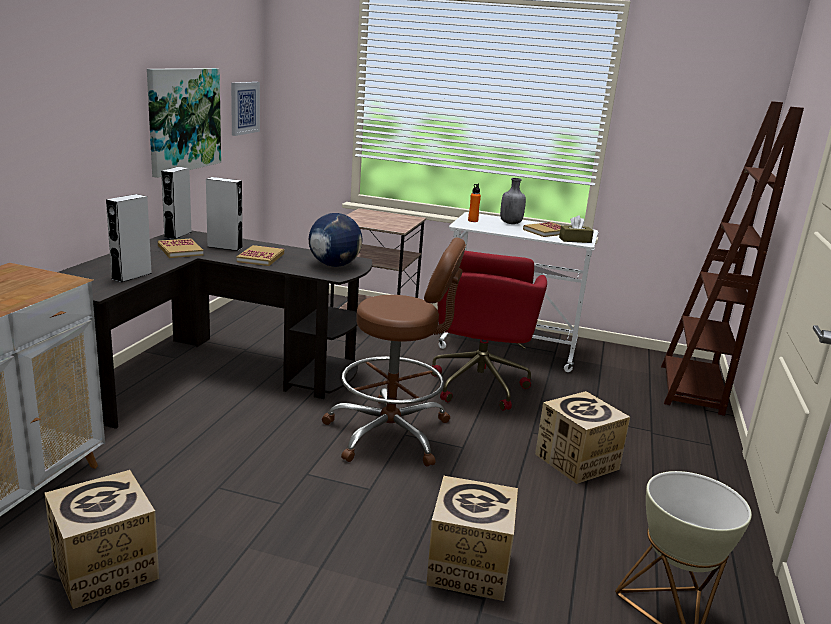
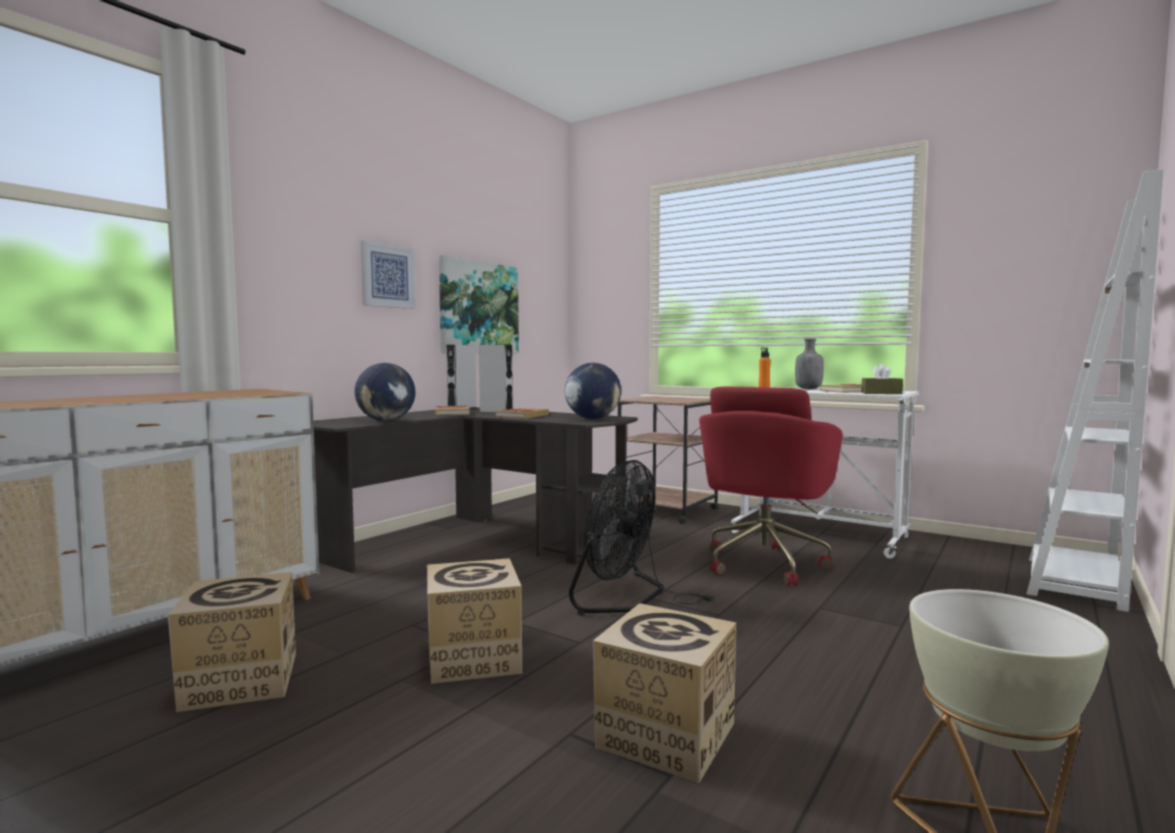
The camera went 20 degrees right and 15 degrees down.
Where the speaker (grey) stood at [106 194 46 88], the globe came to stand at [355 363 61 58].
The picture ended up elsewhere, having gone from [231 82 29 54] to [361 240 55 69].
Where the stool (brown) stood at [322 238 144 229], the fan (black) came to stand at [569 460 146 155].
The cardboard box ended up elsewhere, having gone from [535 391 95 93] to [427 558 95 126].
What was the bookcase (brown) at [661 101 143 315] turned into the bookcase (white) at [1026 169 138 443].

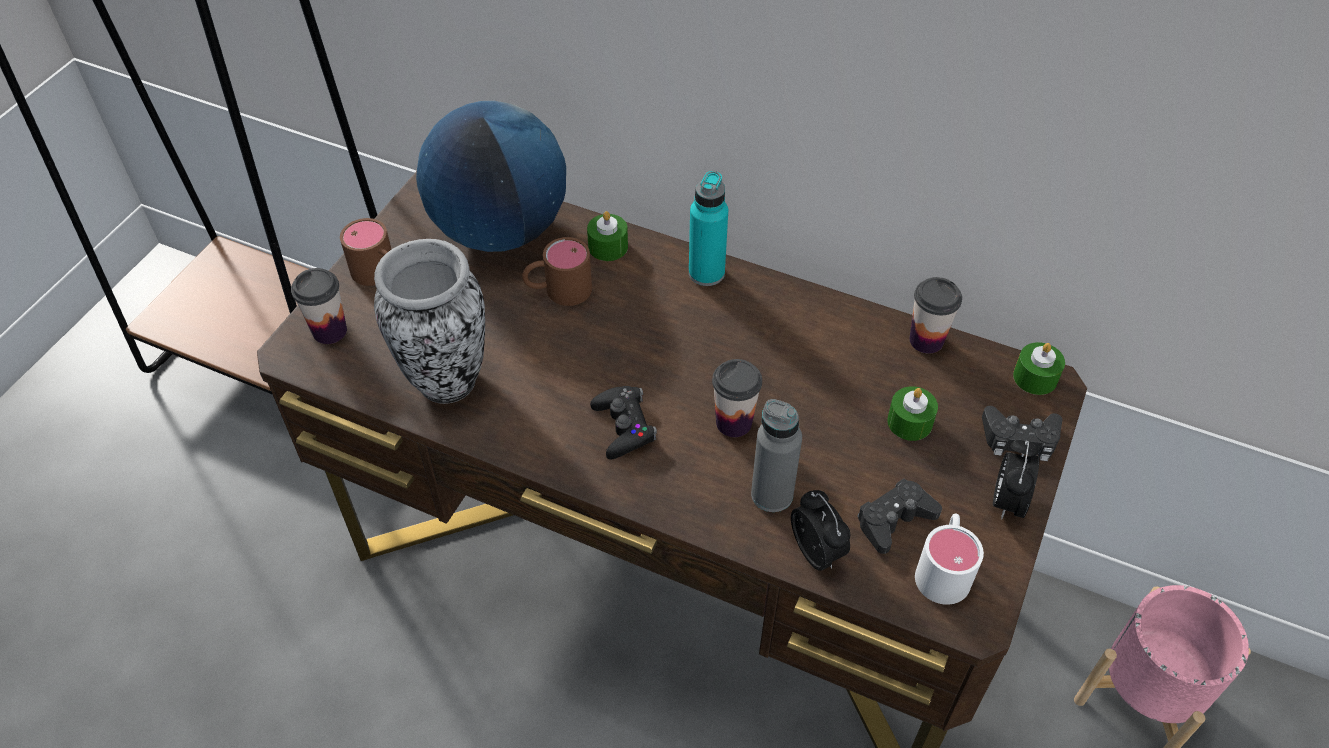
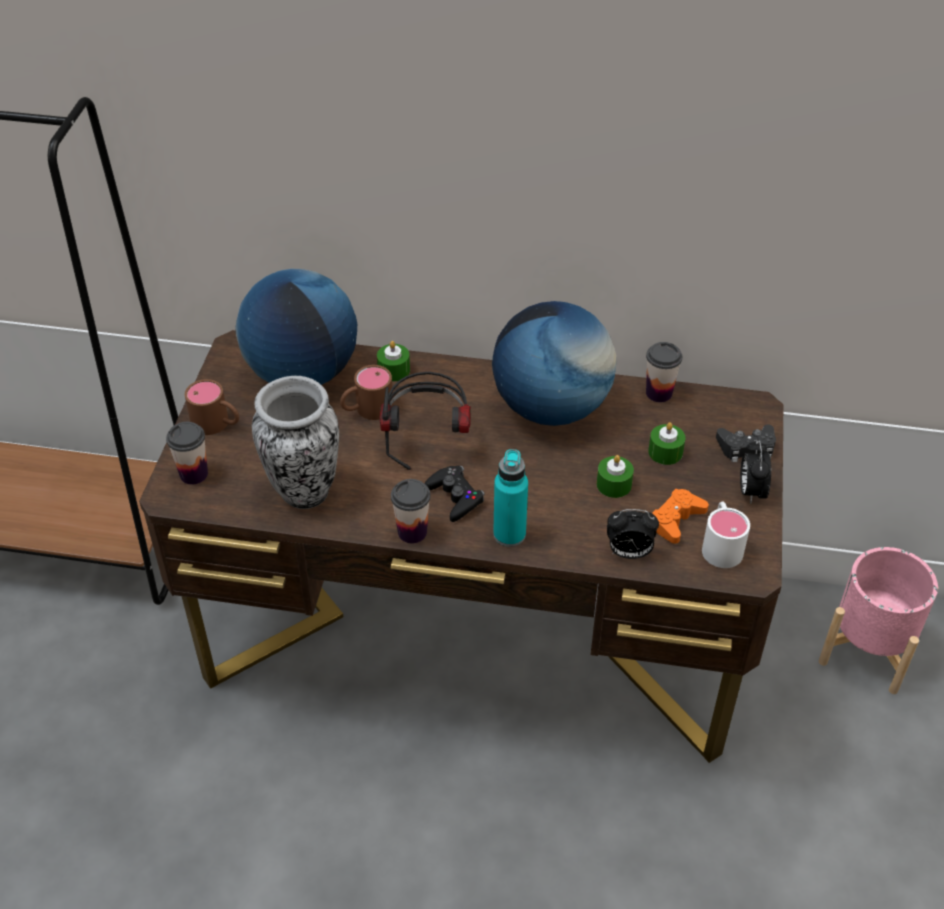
The camera went 15 degrees left and 5 degrees down.
The bottle (turquoise) ended up elsewhere, having gone from [689 171 39 115] to [493 449 35 98].
The cup ended up elsewhere, having gone from [712 359 50 78] to [391 479 40 64].
The second view lost the bottle (grey) at [751 399 51 113].
The alarm clock at [791 490 59 81] ended up facing another way, 135 degrees clockwise from before.
What was the game controller (black) at [857 479 85 75] turned into the game controller (orange) at [652 489 57 55].
The candle (green) ended up elsewhere, having gone from [1013 342 52 53] to [597 455 37 43].
The second view gained the headphones at [380 372 91 98].
The second view gained the globe at [492 301 124 125].

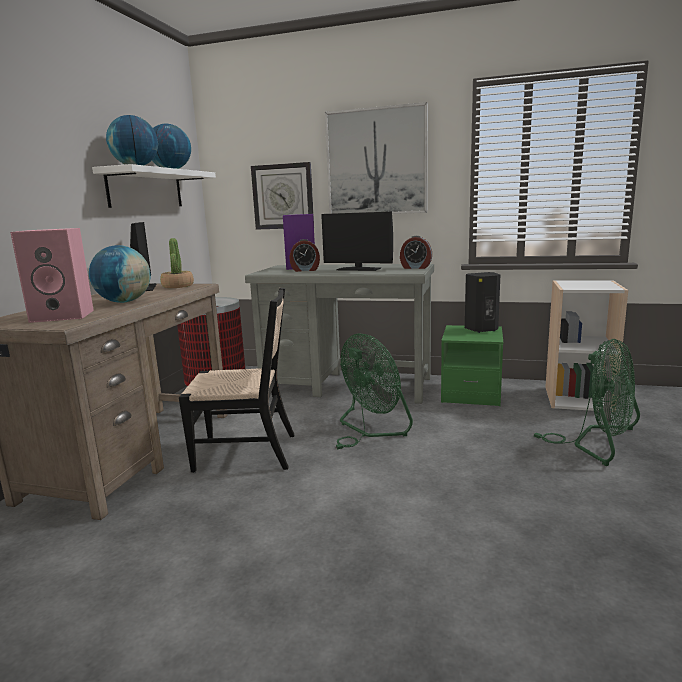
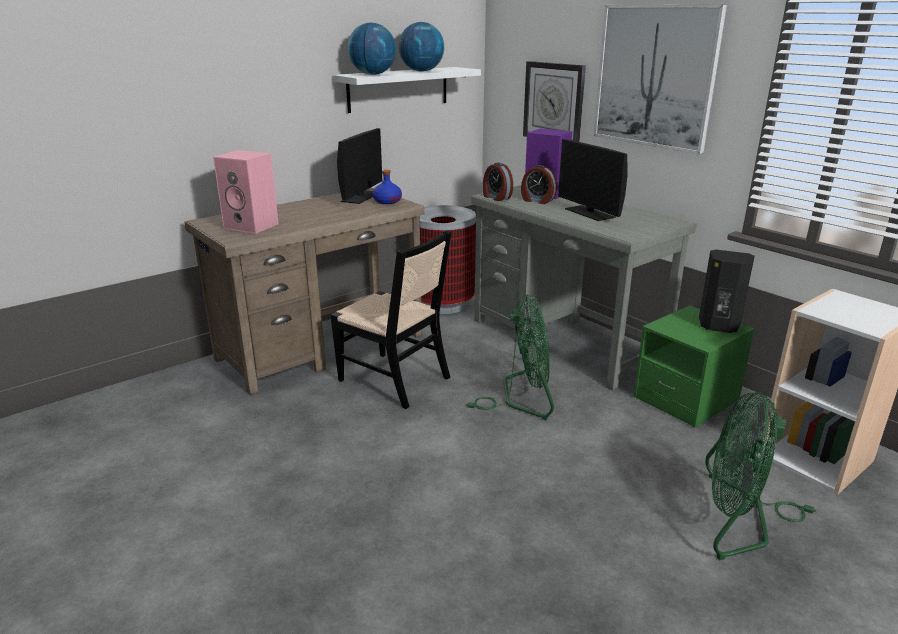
The camera went 35 degrees right and 10 degrees up.
The second view lost the globe at [89 245 62 58].
Where the potted plant stood at [160 238 34 50], the bottle (blue) came to stand at [373 170 29 34].
The alarm clock ended up elsewhere, having gone from [400 236 32 33] to [483 162 30 39].
The fan (green) at [533 339 107 127] ended up facing another way, 120 degrees clockwise from before.

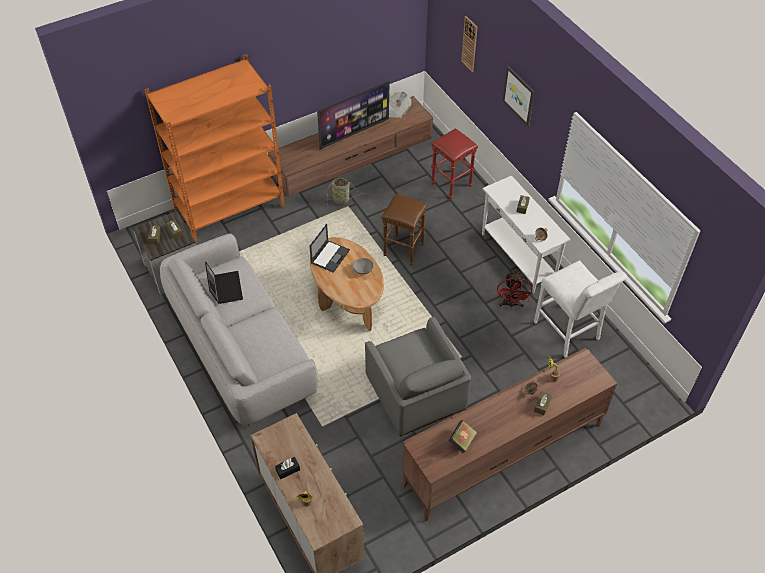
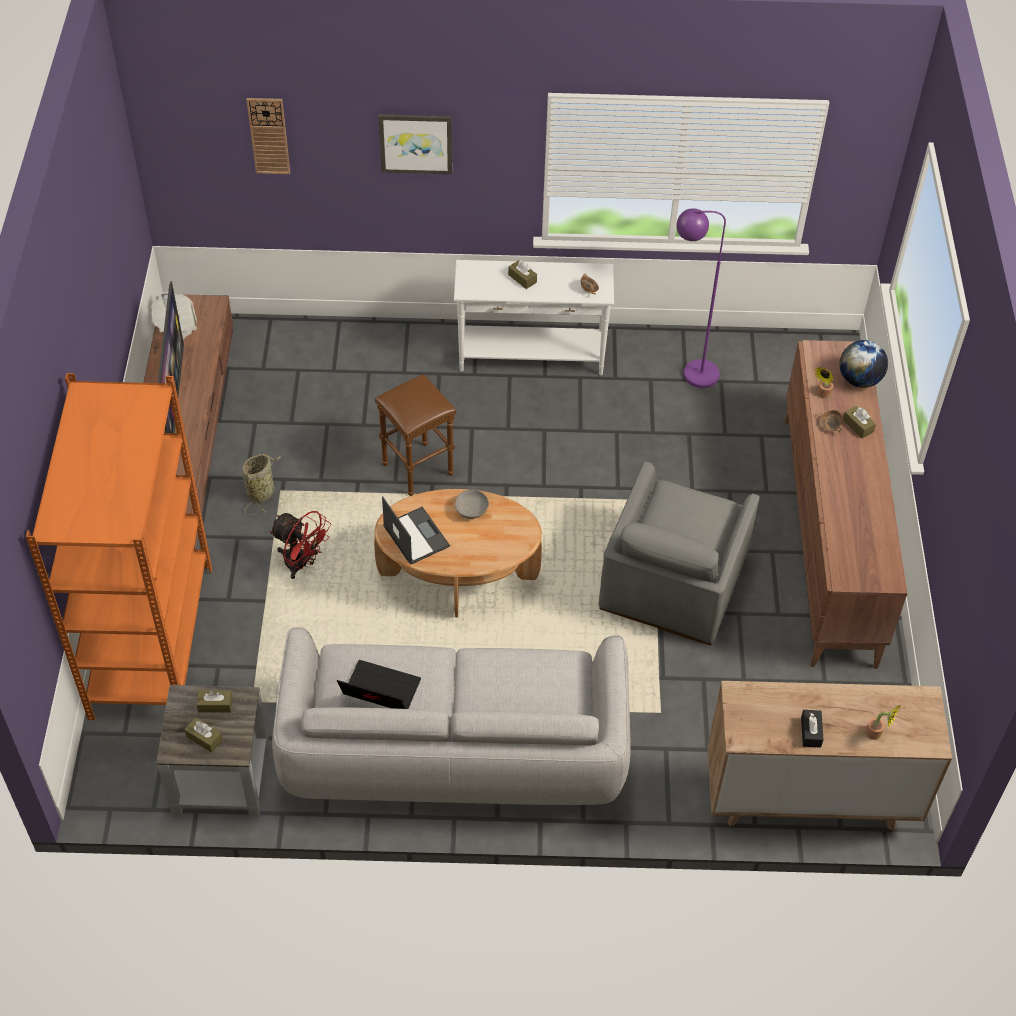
The camera went 60 degrees left and 0 degrees up.
The armchair (grey) at [365 317 106 120] ended up facing another way, 105 degrees clockwise from before.
The second view lost the stool (red) at [431 128 47 71].
The second view lost the book at [449 420 28 33].
The fan (red) ended up elsewhere, having gone from [497 270 36 38] to [269 511 62 68].
Where the stool (white) stood at [534 260 93 98], the floor lamp (purple) came to stand at [676 208 50 180].
The second view gained the globe at [840 340 48 48].

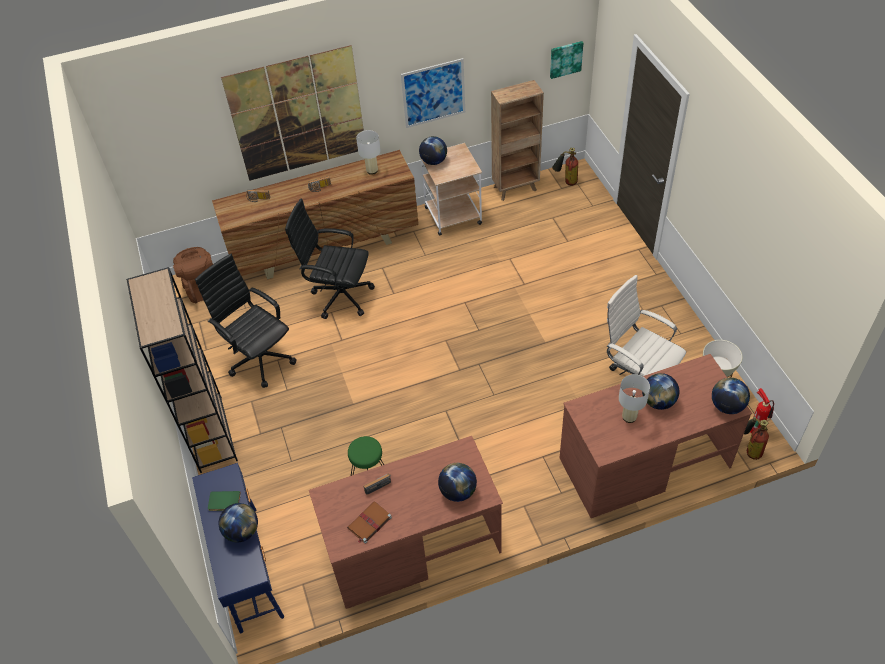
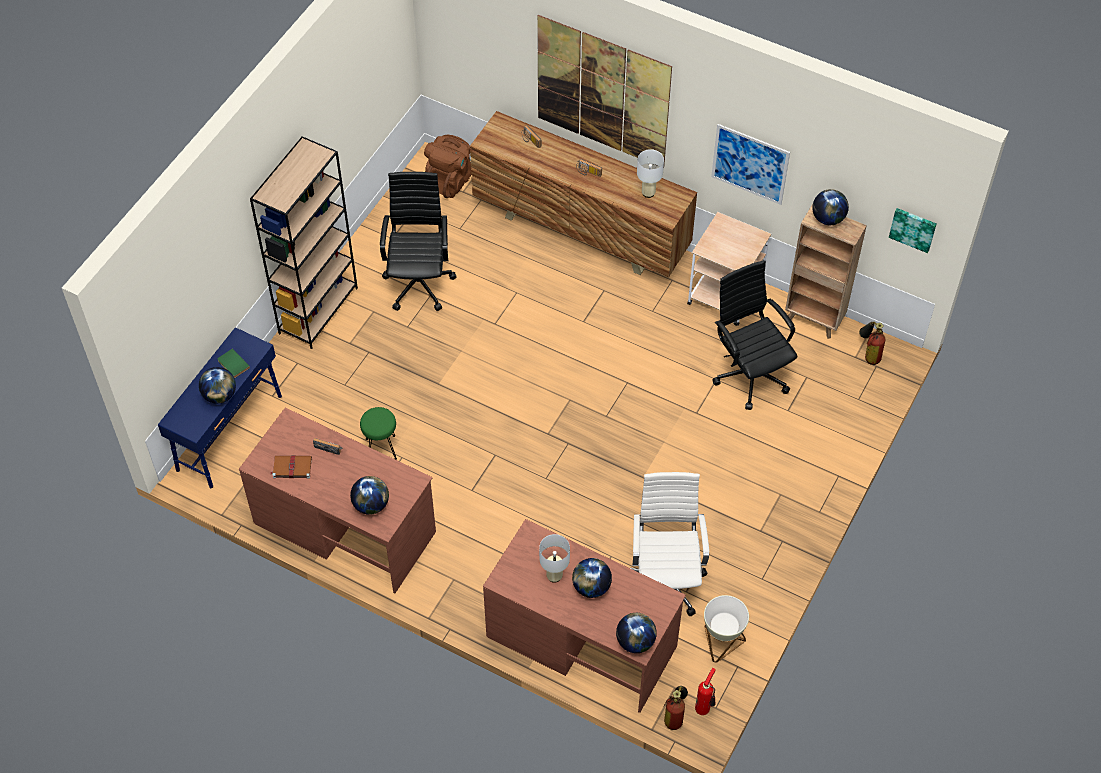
The camera went 45 degrees right and 5 degrees up.
The office chair (black) ended up elsewhere, having gone from [285 199 90 120] to [713 260 84 150].
The globe ended up elsewhere, having gone from [419 136 28 29] to [812 189 37 36].

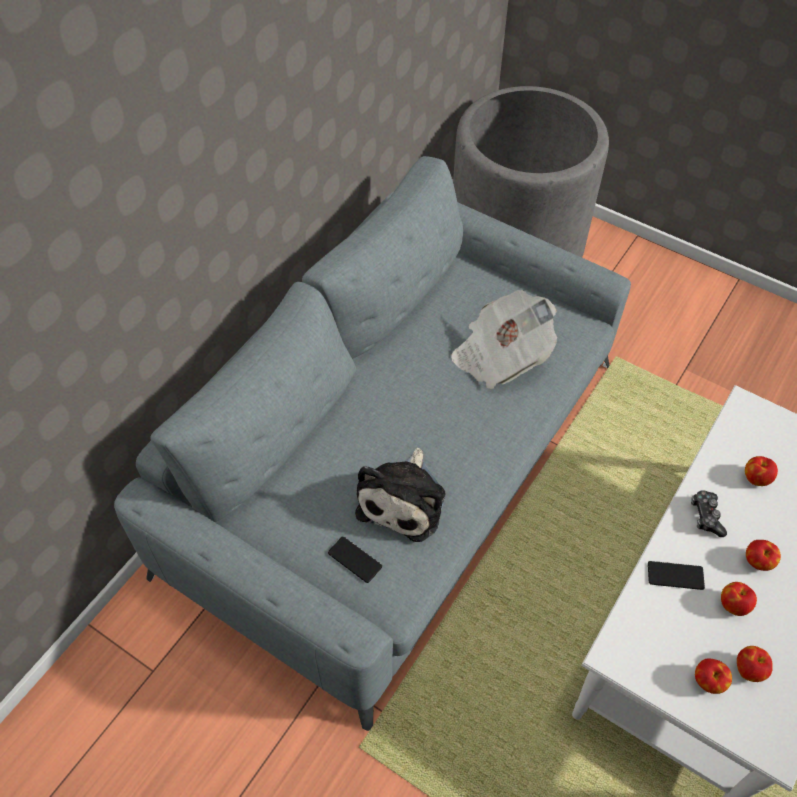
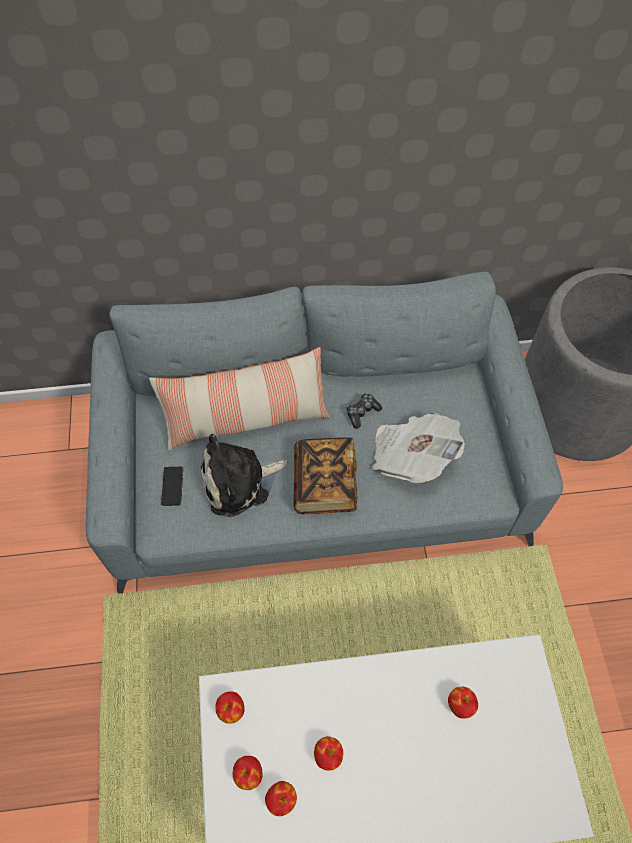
The camera went 50 degrees right and 5 degrees up.
The second view lost the phone at [648 561 57 29].
The game controller ended up elsewhere, having gone from [691 490 36 47] to [346 393 36 36].
The apple ended up elsewhere, having gone from [746 540 35 31] to [215 691 30 33].
The second view gained the pillow at [149 347 181 104].
The second view gained the book at [293 437 65 78].

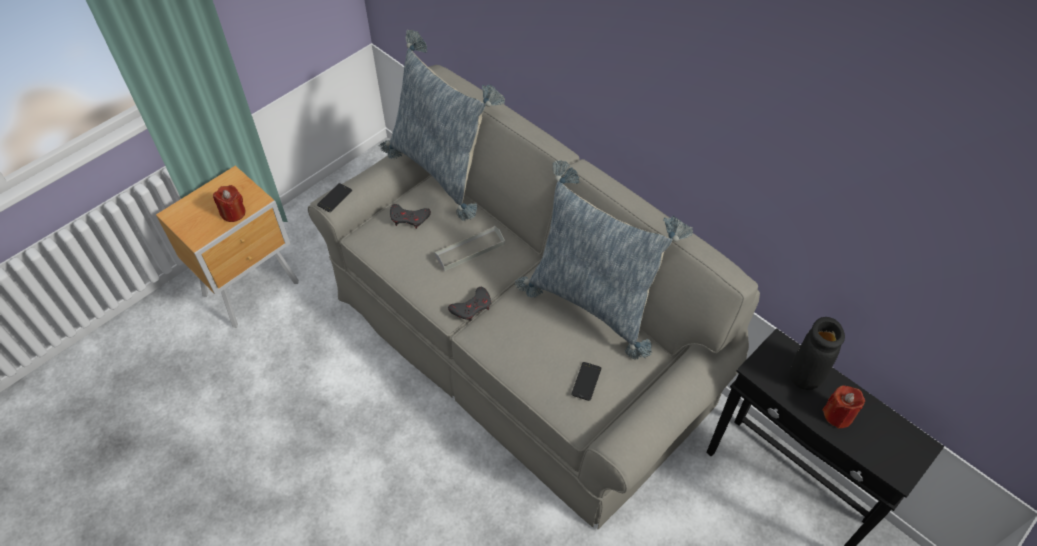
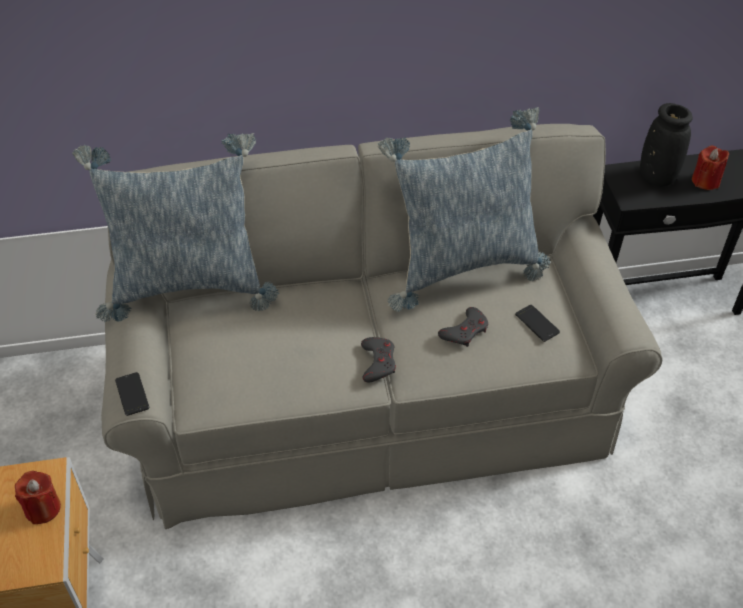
The camera went 55 degrees left and 5 degrees down.
The game controller (grey) ended up elsewhere, having gone from [390 204 41 25] to [438 307 50 40].
The second view lost the tray (grey) at [434 226 71 45].

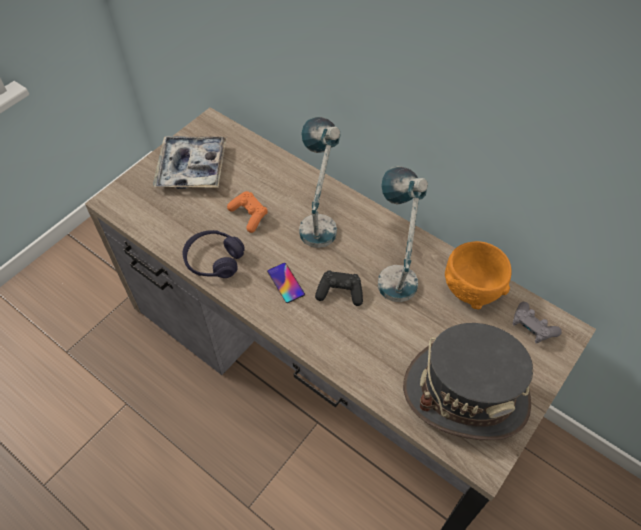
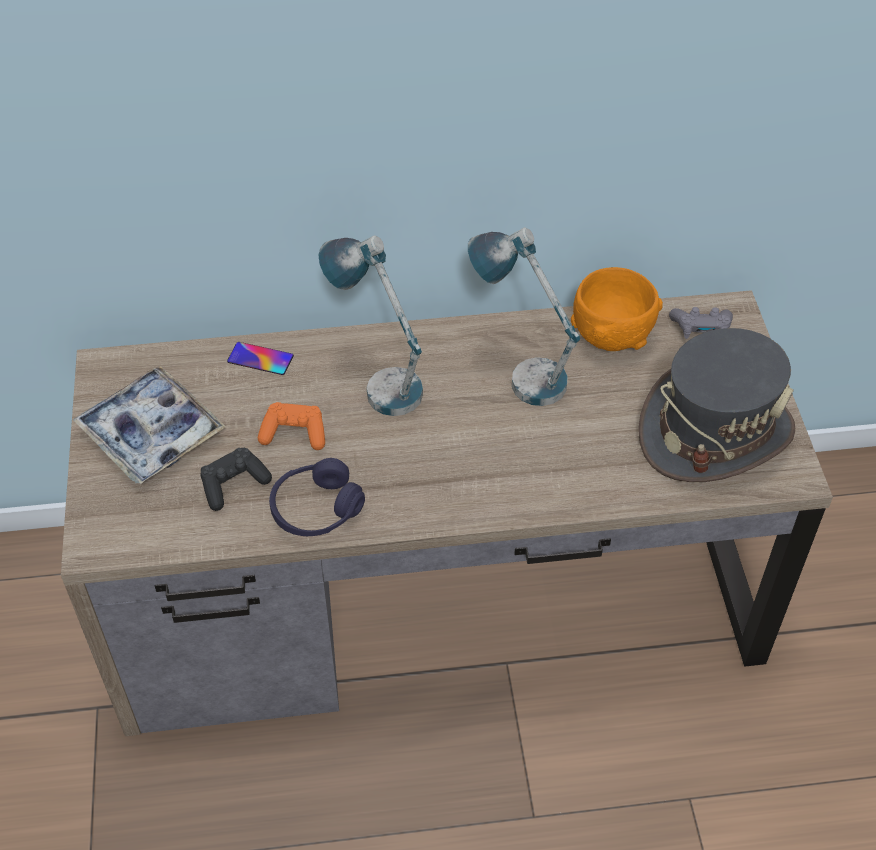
The camera went 45 degrees left and 5 degrees down.
The phone ended up elsewhere, having gone from [267 263 38 40] to [227 342 67 33].
The game controller (black) ended up elsewhere, having gone from [315 270 48 36] to [200 448 72 63].

